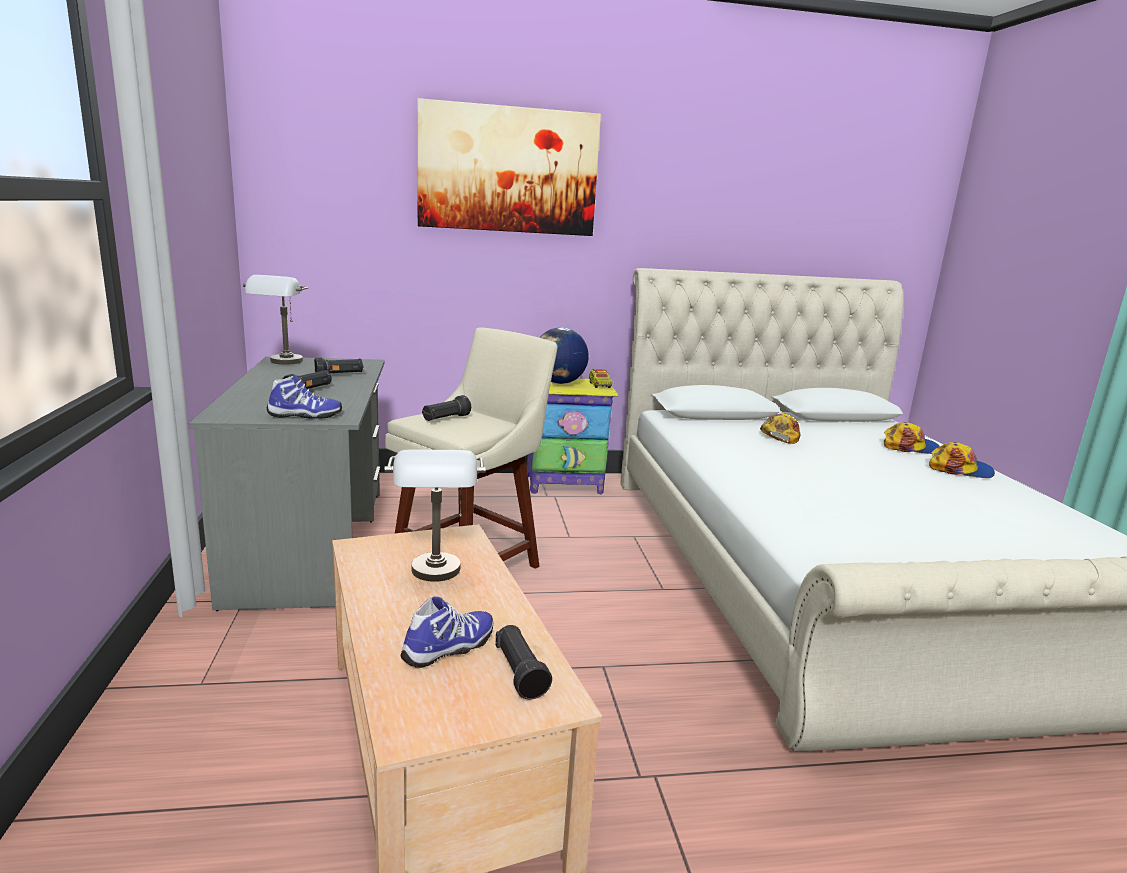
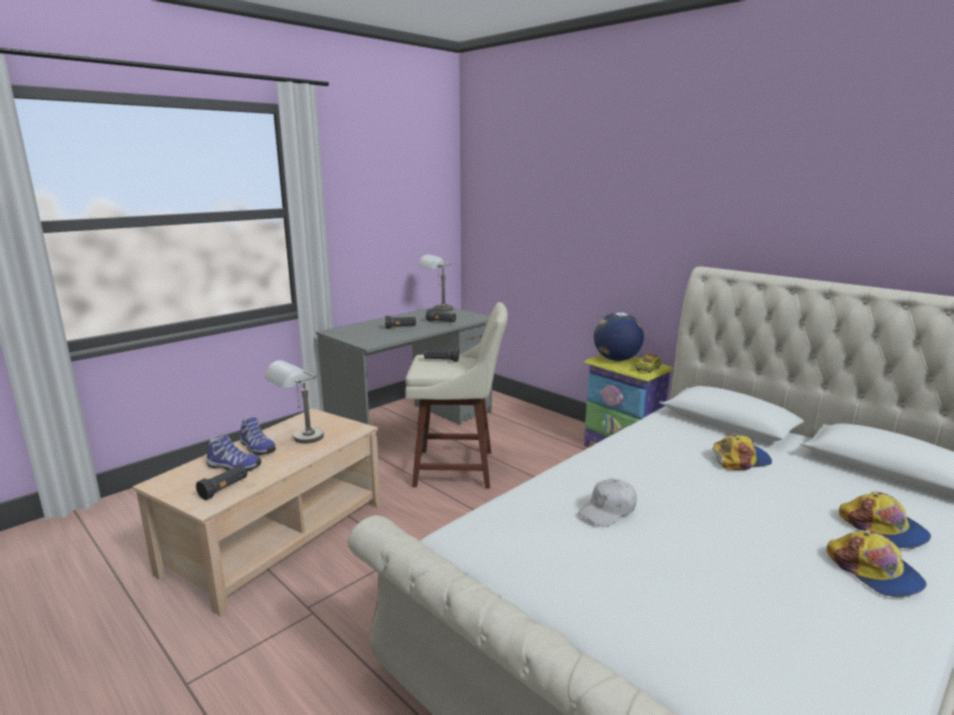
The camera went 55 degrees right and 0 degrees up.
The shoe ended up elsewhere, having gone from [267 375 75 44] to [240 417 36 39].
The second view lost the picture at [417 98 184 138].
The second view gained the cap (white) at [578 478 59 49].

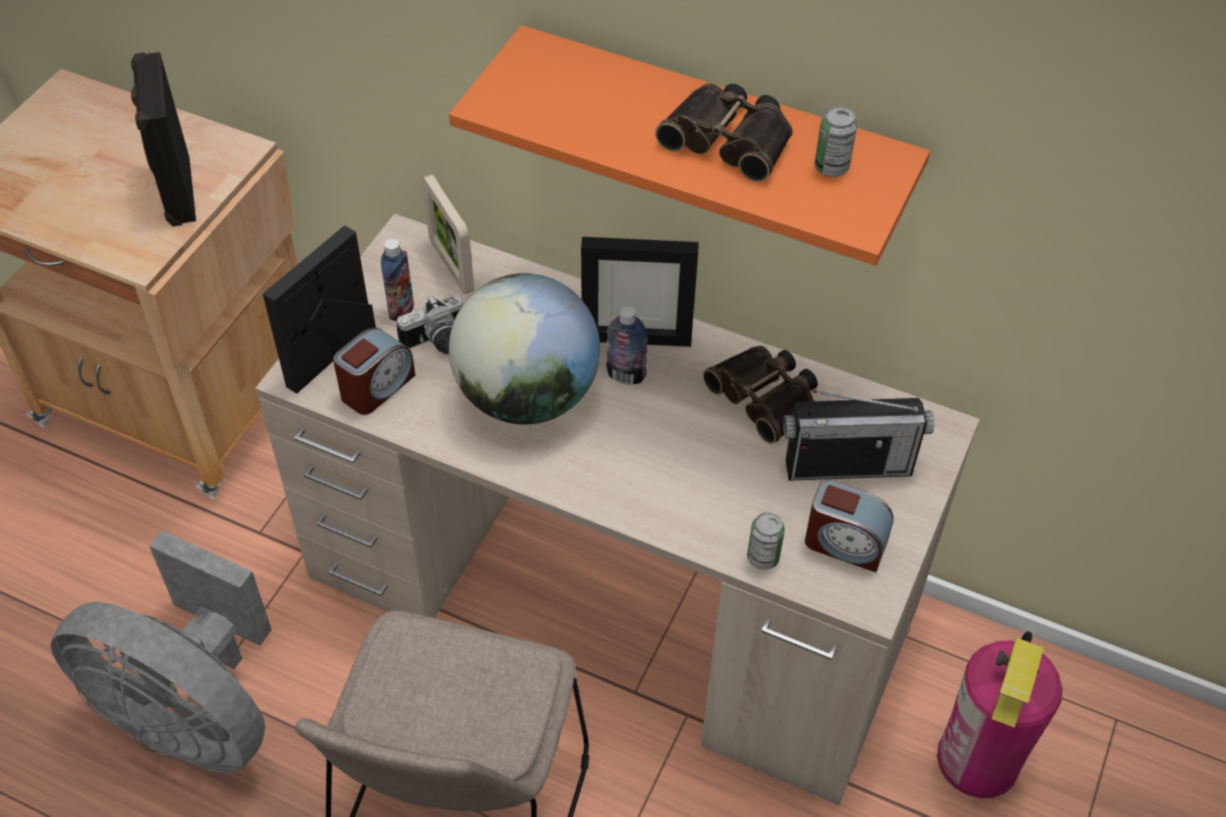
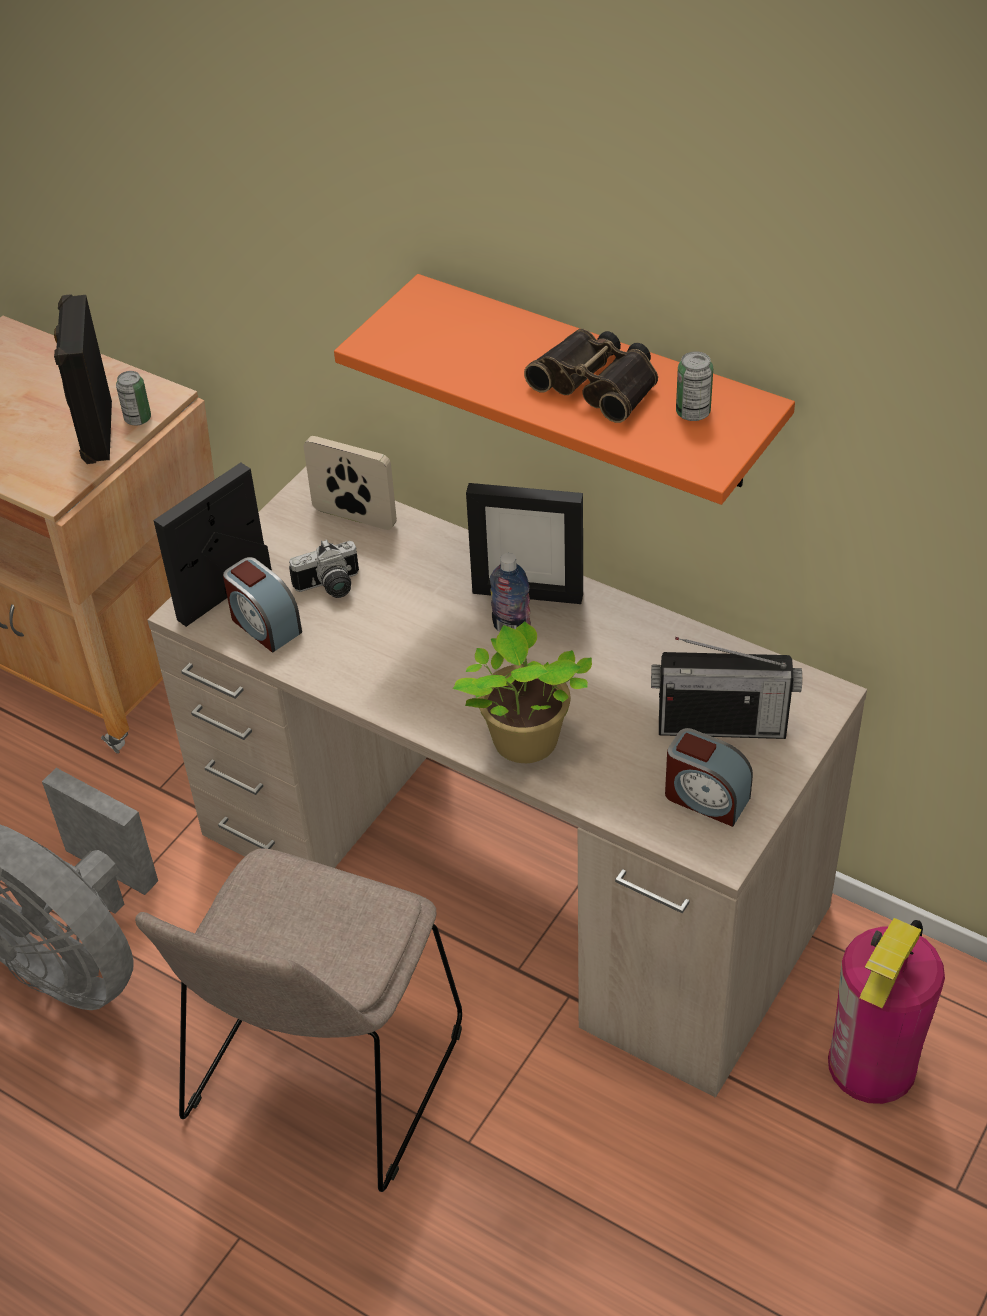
The camera went 10 degrees right and 5 degrees down.
The alarm clock at [333 328 82 87] ended up facing another way, 90 degrees clockwise from before.
The second view lost the bottle at [381 239 33 82].
The picture frame at [422 174 52 120] ended up facing another way, 135 degrees clockwise from before.
The second view lost the globe at [449 273 151 151].
The second view lost the binoculars at [703 346 115 98].
The can ended up elsewhere, having gone from [747 512 38 58] to [116 371 35 54].
The second view gained the potted plant at [453 621 139 142].

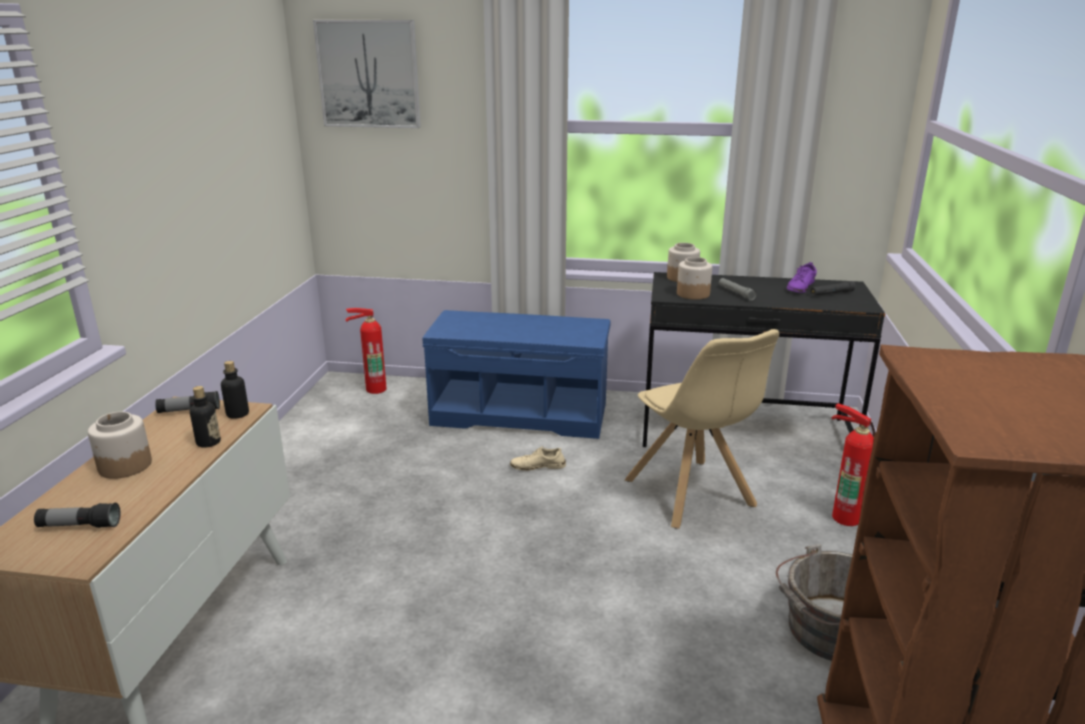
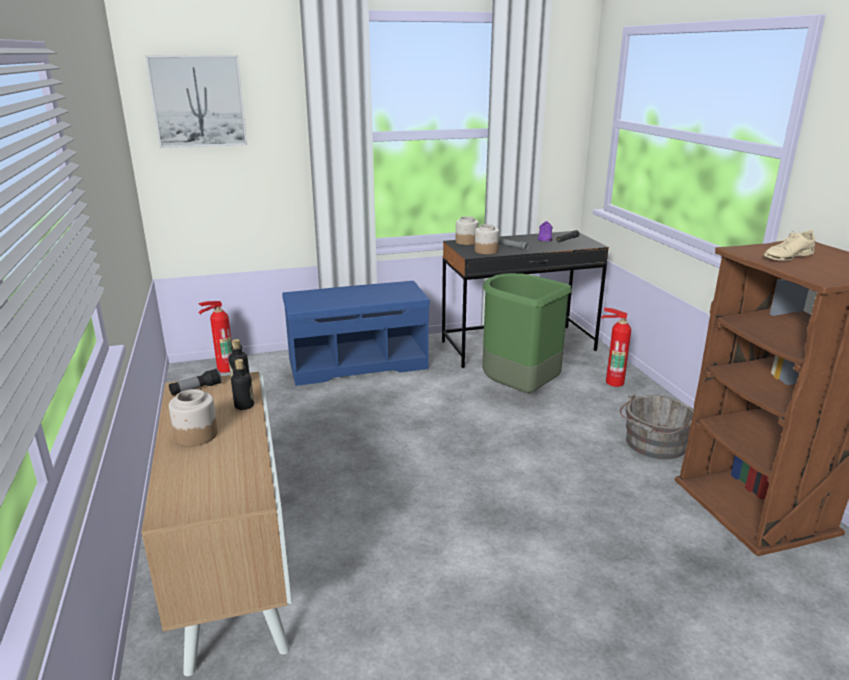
The camera went 25 degrees left and 0 degrees up.
The second view lost the flashlight at [34 503 87 25].
The shoe (beige) ended up elsewhere, having gone from [510 446 56 25] to [763 230 52 31].
Where the chair (beige) stood at [624 329 155 200], the trash can (green) came to stand at [482 273 90 121].

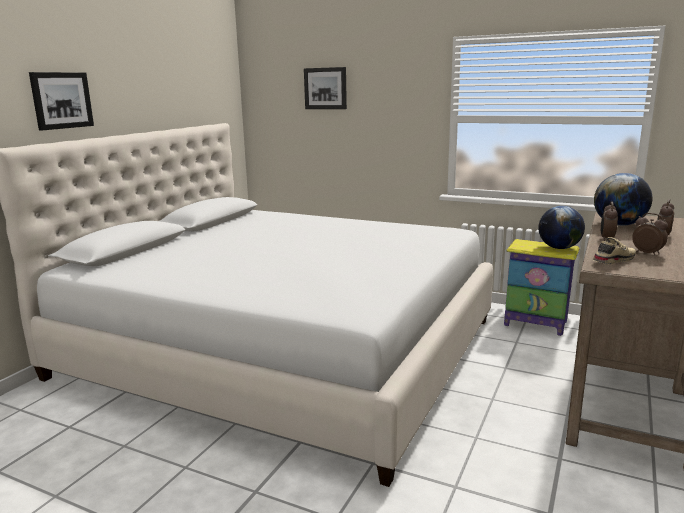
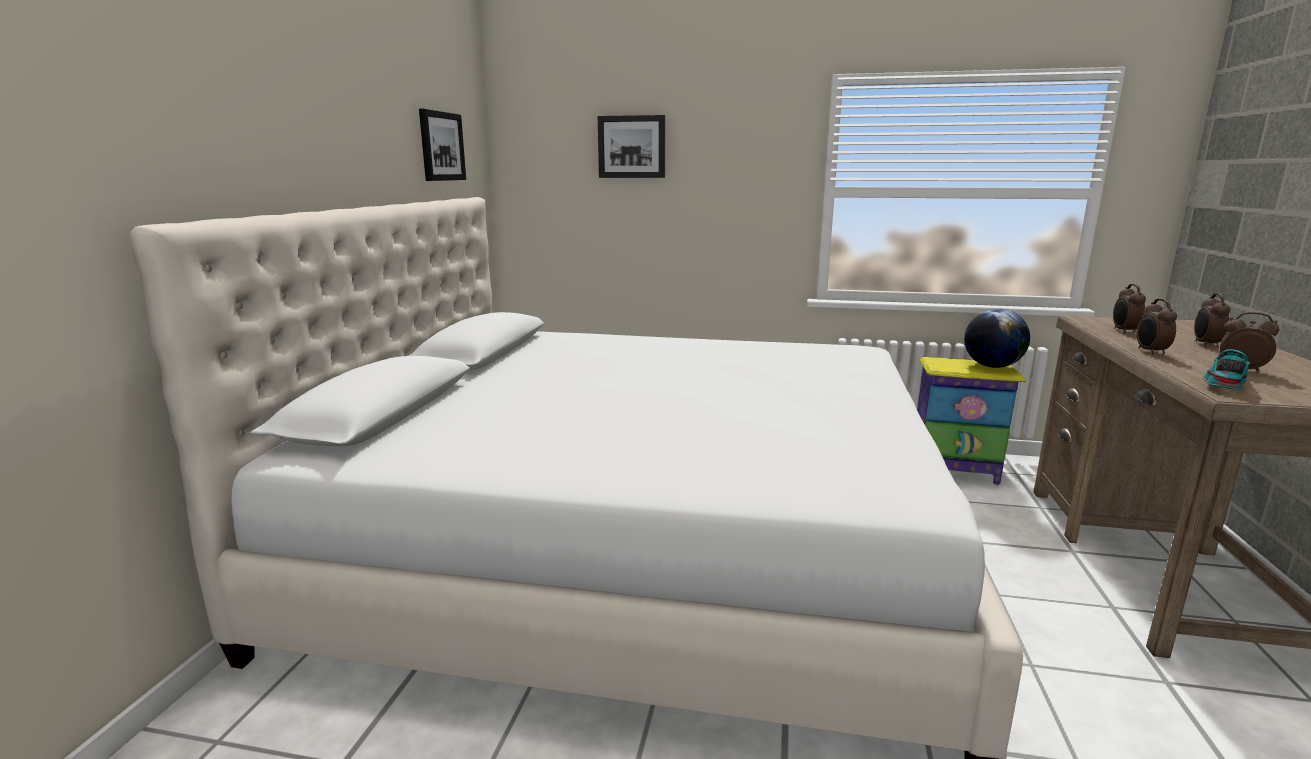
The camera went 15 degrees left and 0 degrees up.
The picture ended up elsewhere, having gone from [29 72 65 58] to [419 109 47 72].
What was the shoe (beige) at [593 237 43 27] turned into the shoe (turquoise) at [1203 349 47 41].
Where the globe stood at [594 173 59 53], the alarm clock came to stand at [1113 284 33 49].

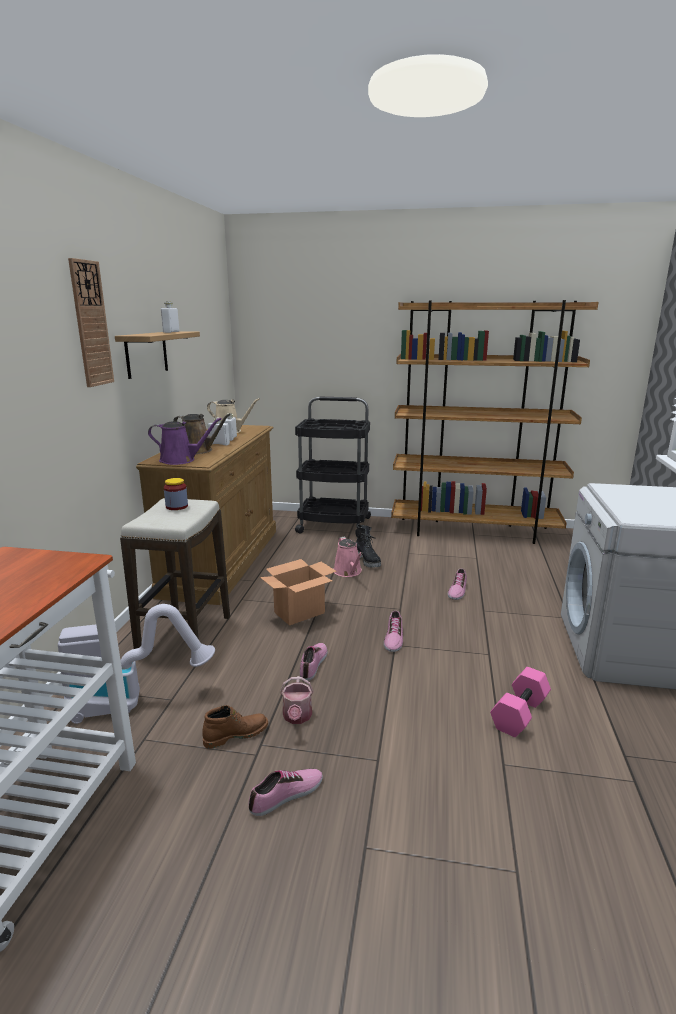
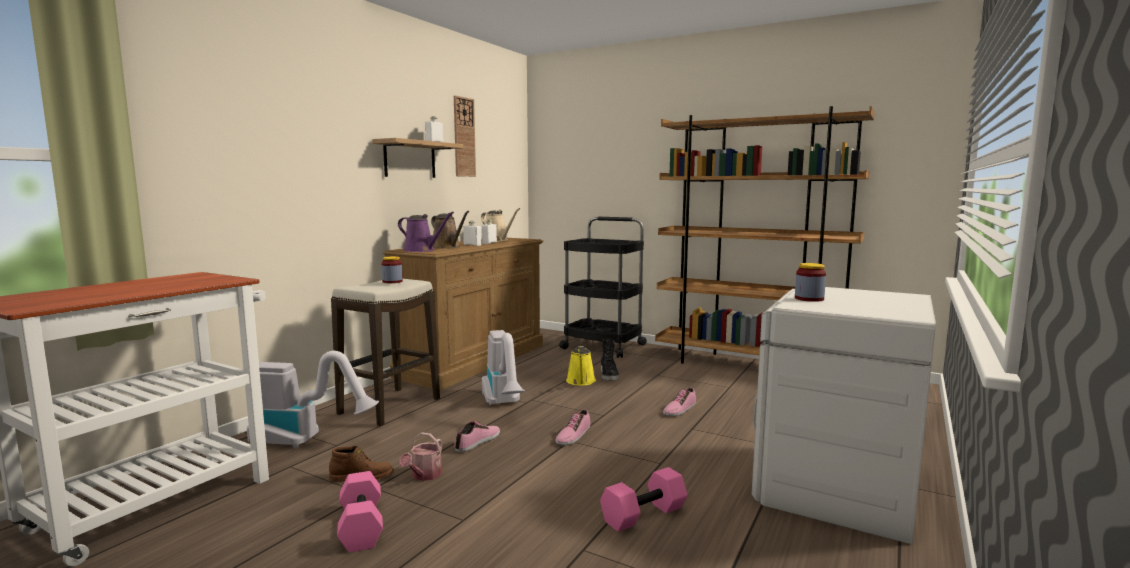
The camera went 20 degrees right and 10 degrees down.
The wall clock ended up elsewhere, having gone from [68 258 46 129] to [454 96 22 81].
Where the shoe stood at [249 769 74 47], the dumbbell (pink) came to stand at [337 471 46 81].
Where the cardboard box stood at [260 559 77 67], the vacuum cleaner came to stand at [482 330 43 76].
What was the watering can (pink) at [334 537 29 40] turned into the watering can (yellow) at [566 346 30 40].
The second view gained the jar at [795 263 31 39].

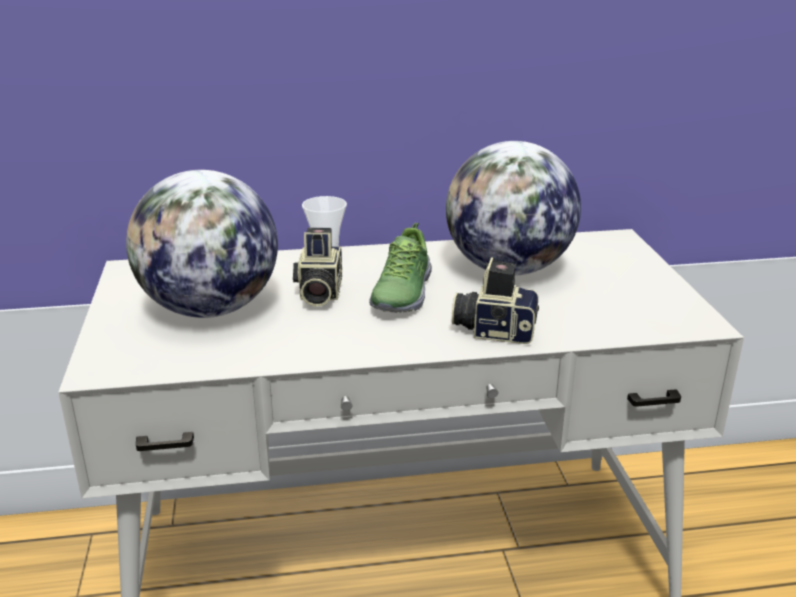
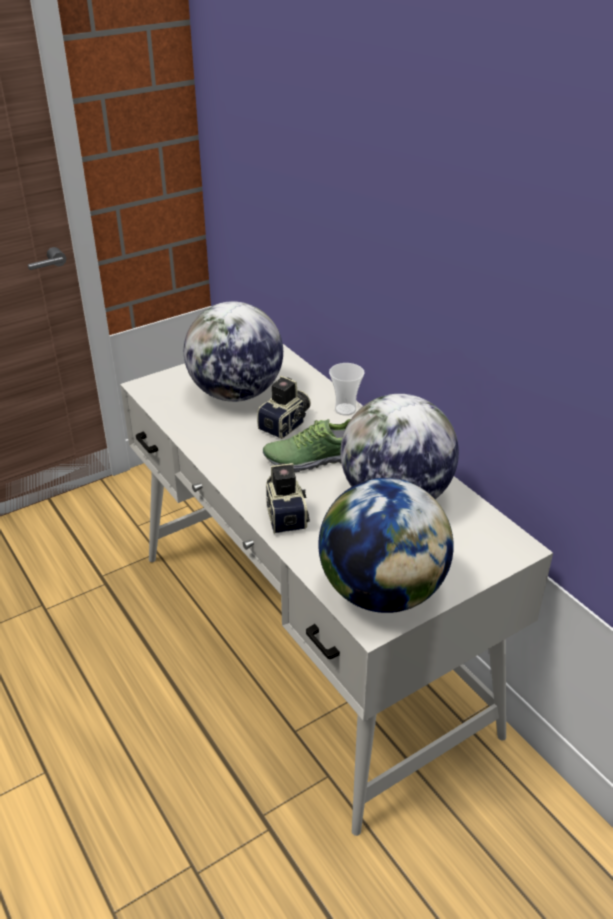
The camera went 65 degrees right and 10 degrees up.
The photo camera at [293 228 49 79] ended up facing another way, 150 degrees clockwise from before.
The second view gained the globe at [318 478 136 135].

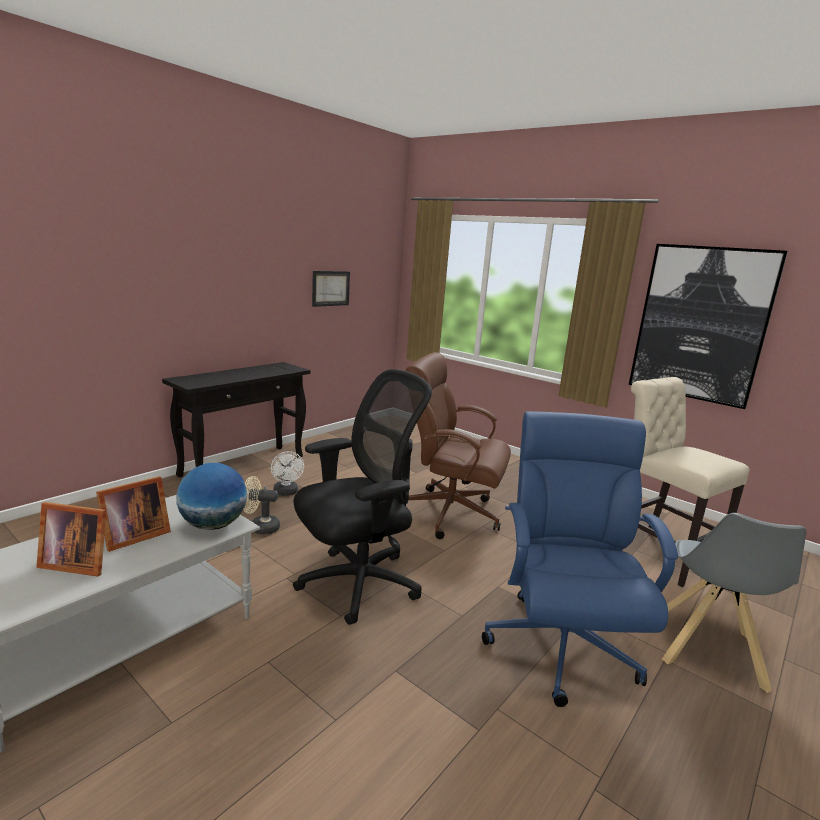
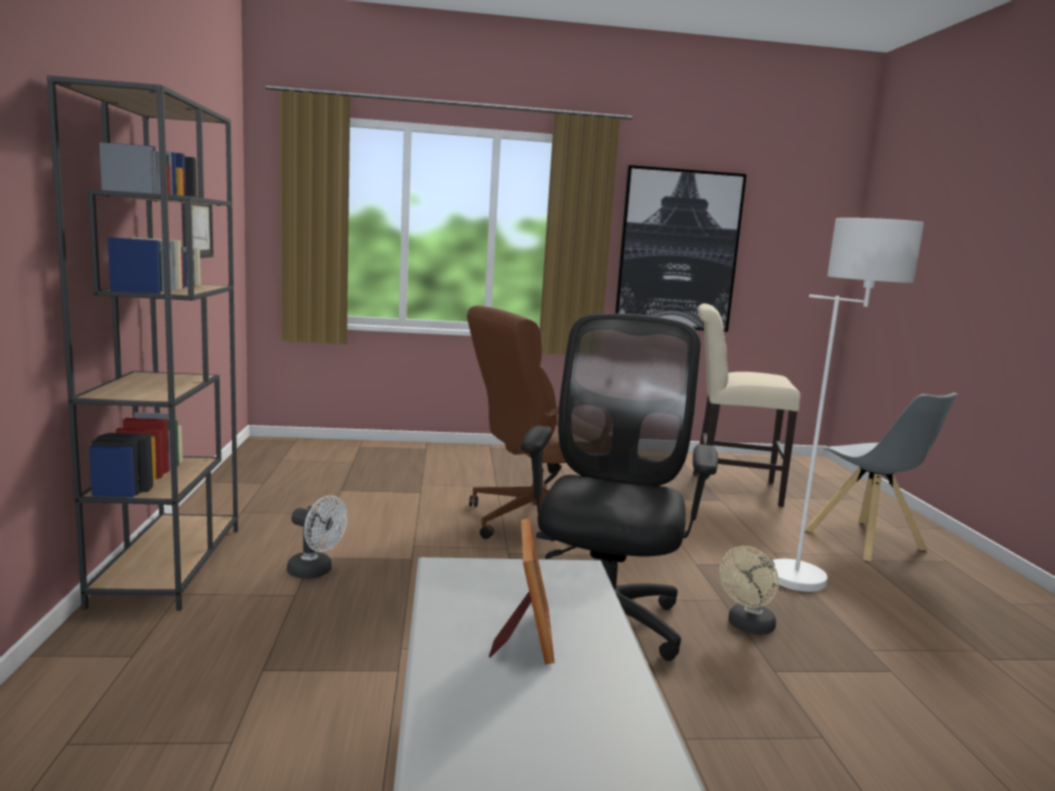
The camera went 45 degrees left and 5 degrees down.
The second view lost the picture frame at [36 502 71 75].
Where the console table (black) stood at [162 362 148 116], the bookcase came to stand at [47 75 191 536].
The second view lost the globe at [176 463 71 67].
The fan (beige) ended up elsewhere, having gone from [243 476 37 58] to [719 546 60 89].
Where the office chair (blue) stood at [482 411 196 296], the floor lamp (white) came to stand at [772 218 152 374].

